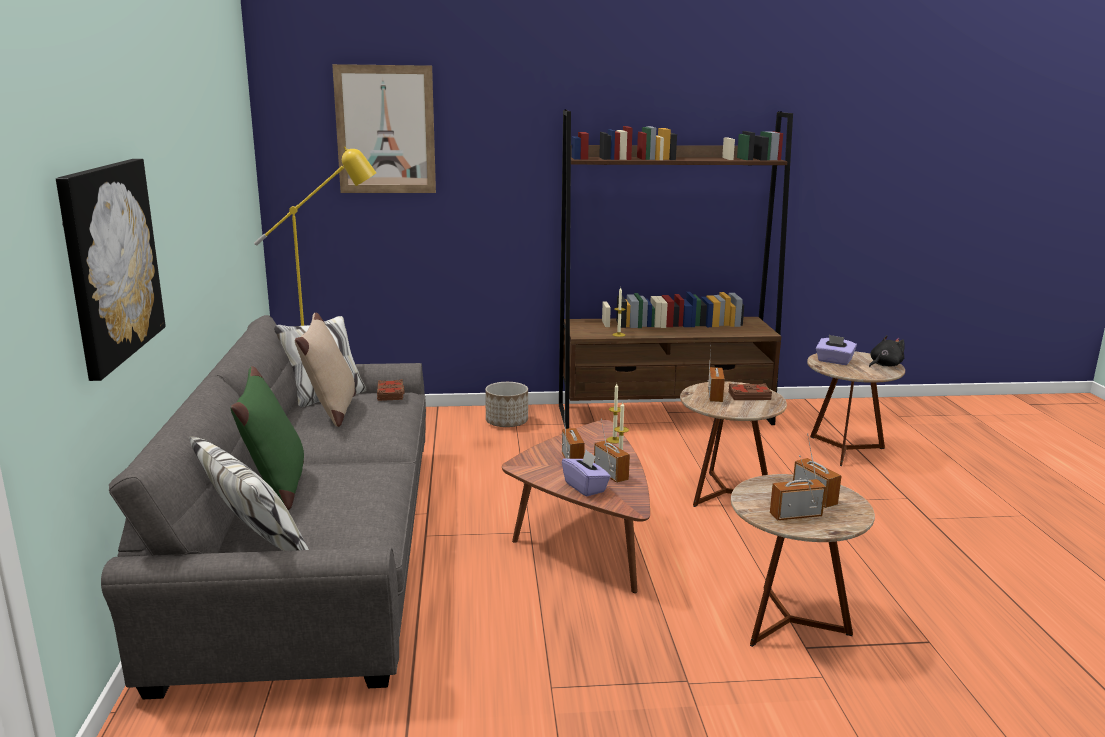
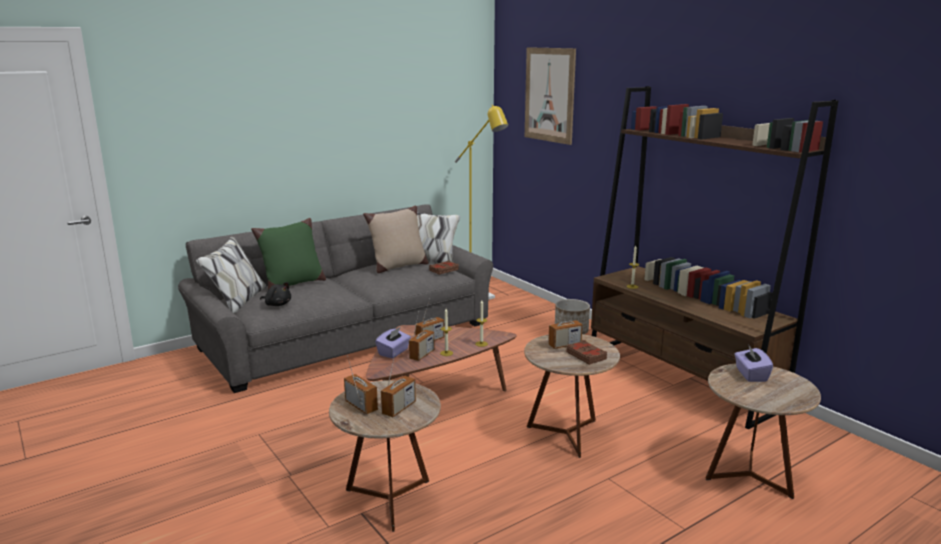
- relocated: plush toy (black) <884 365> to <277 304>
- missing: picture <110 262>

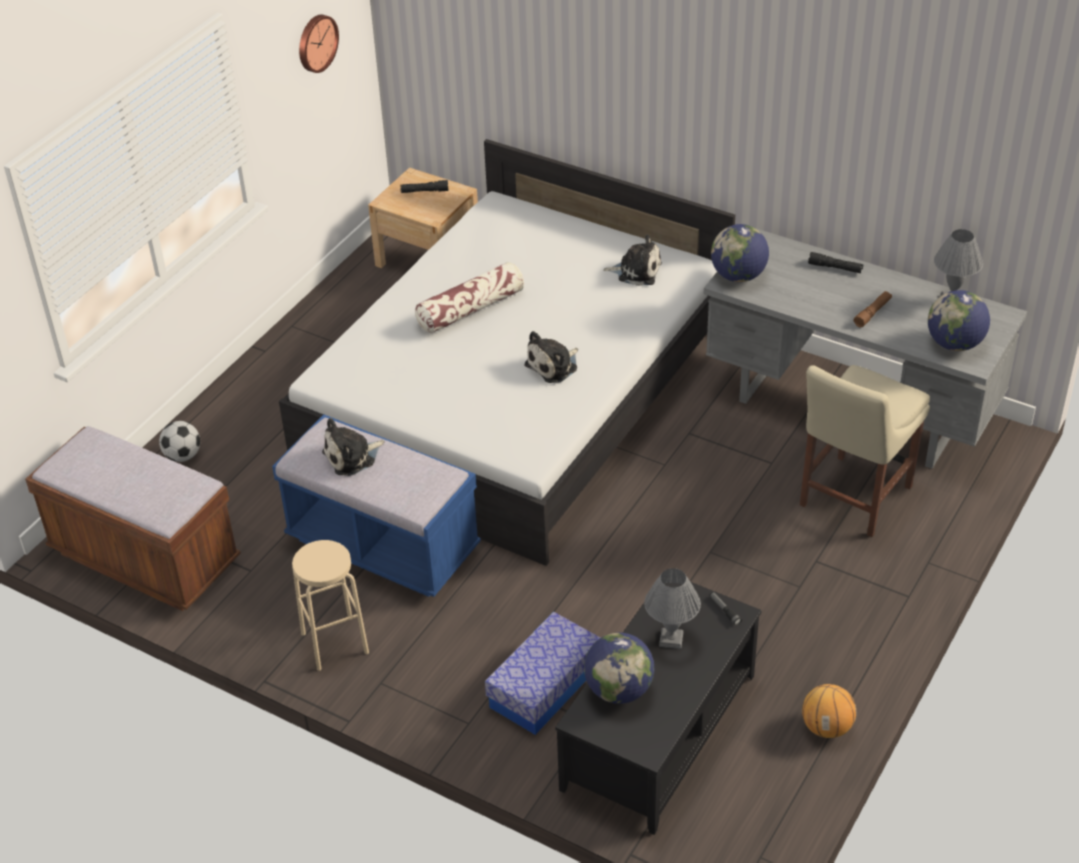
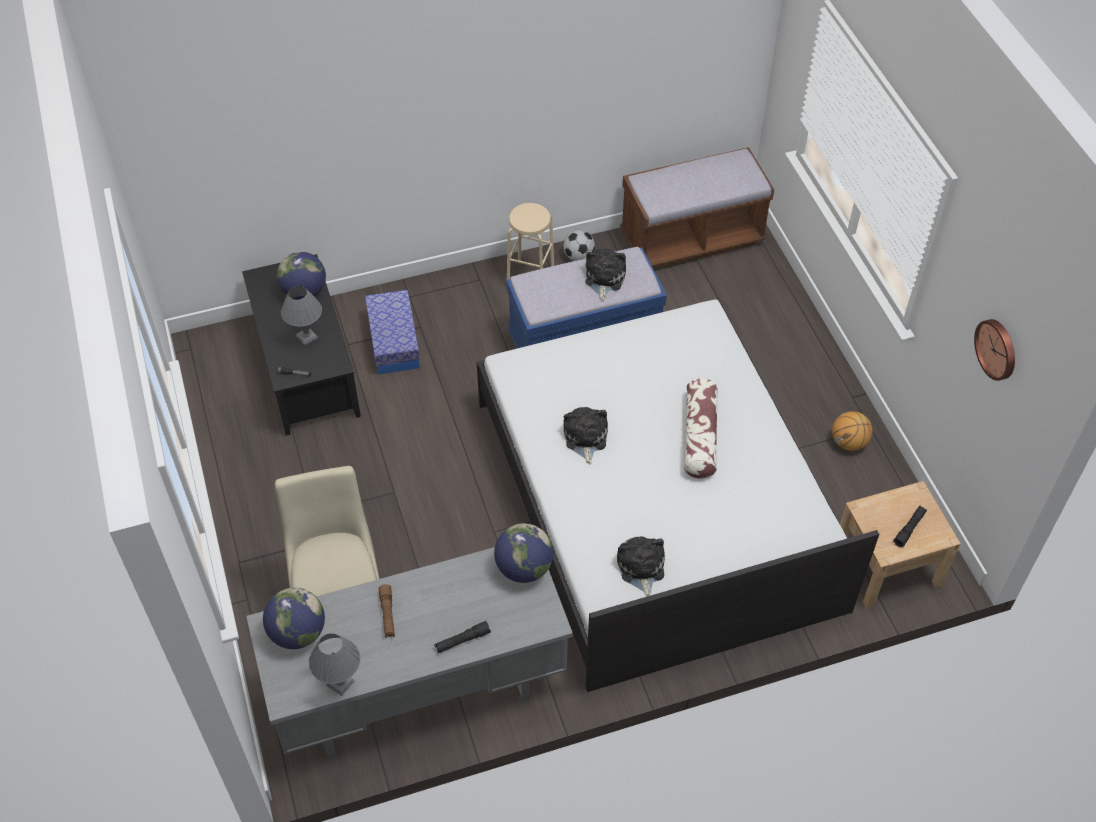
- relocated: football <183 456> to <579 257>
- spun: plush toy <636 271> = <641 568> 120 degrees clockwise
- relocated: basketball <826 727> to <849 442>

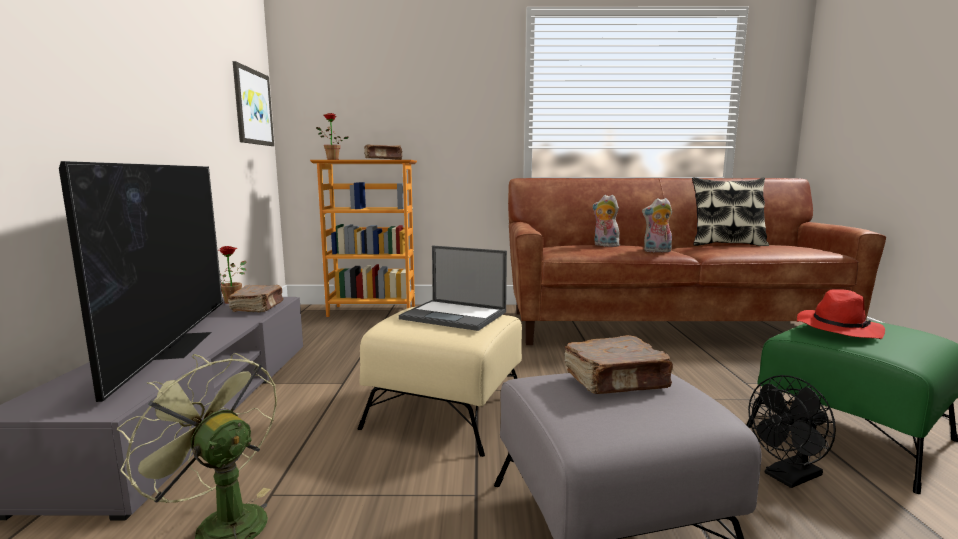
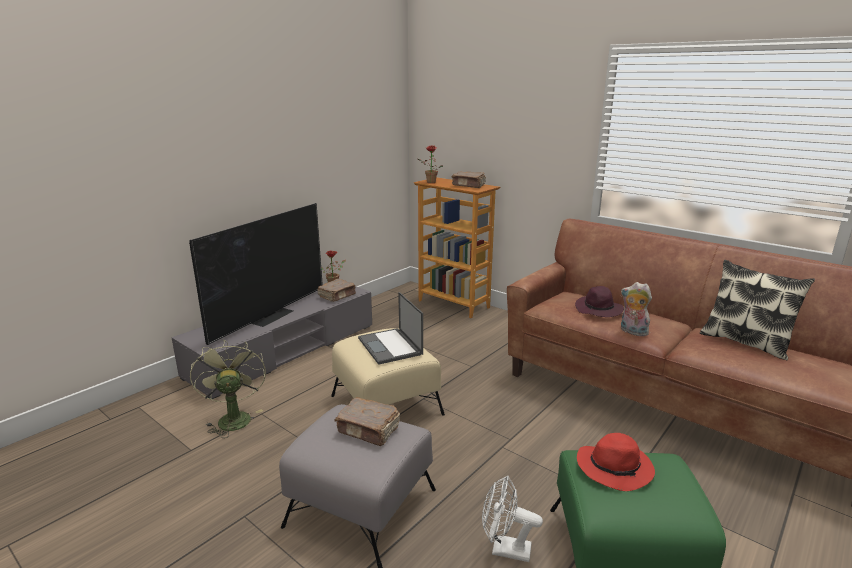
- colour: fan (black) <788 477> to fan (white) <504 549>
- exchanged: plush toy <604 245> to hat (purple) <599 310>
- missing: picture <252 107>

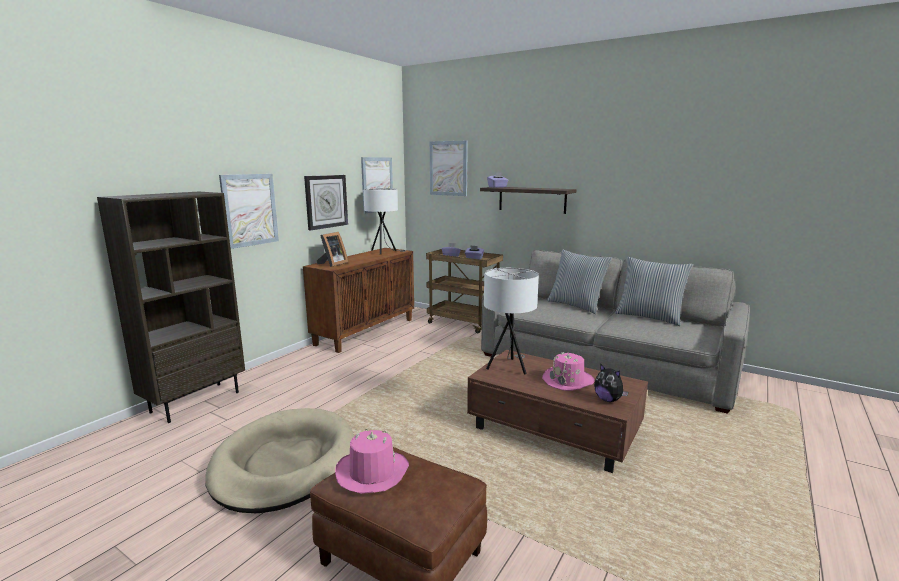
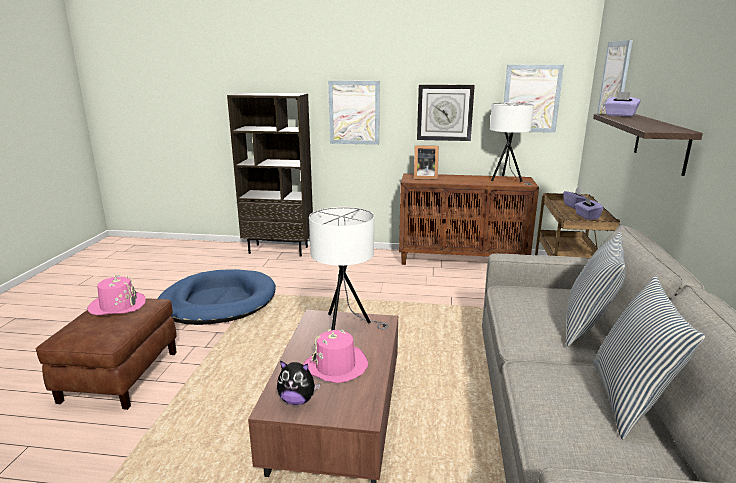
- colour: dog bed (beige) <284 463> to dog bed (blue) <218 302>
- spun: plush toy <608 400> = <297 400> 105 degrees counterclockwise

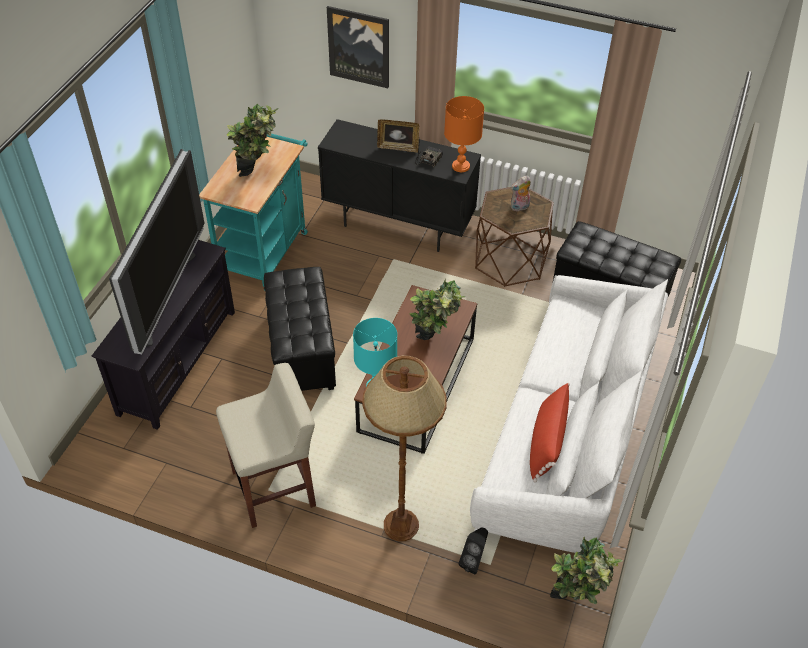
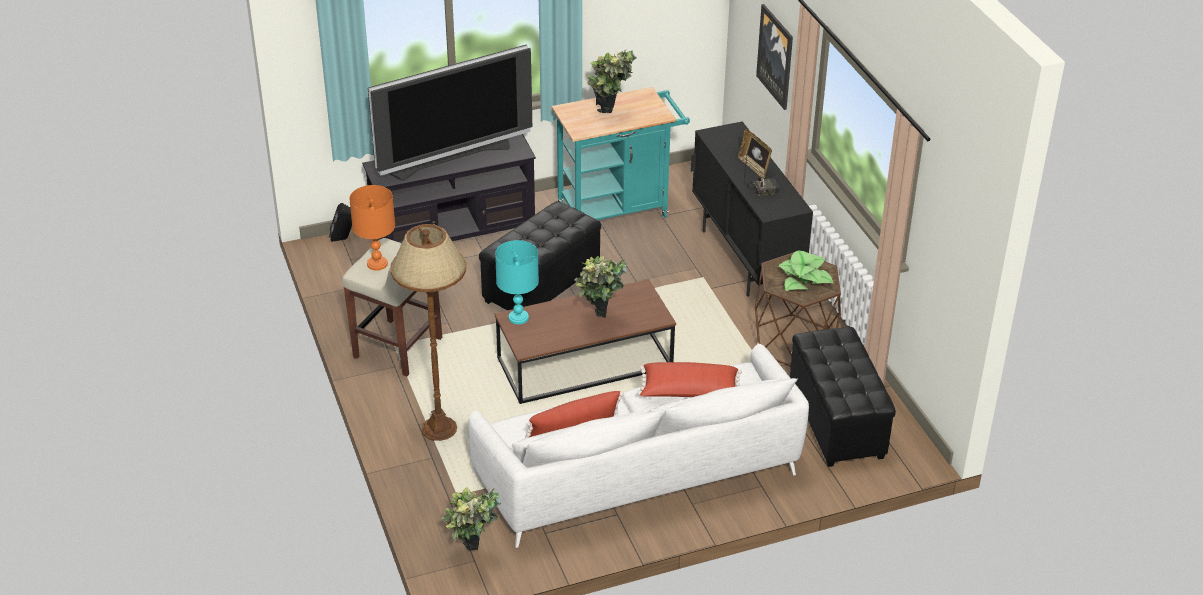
- relocated: speaker (black) <474 560> to <343 239>
- relocated: table lamp (orange) <460 166> to <377 264>
- appeared: pillow (red) <689 392>
- exchanged: plush toy <519 207> to potted plant <804 278>

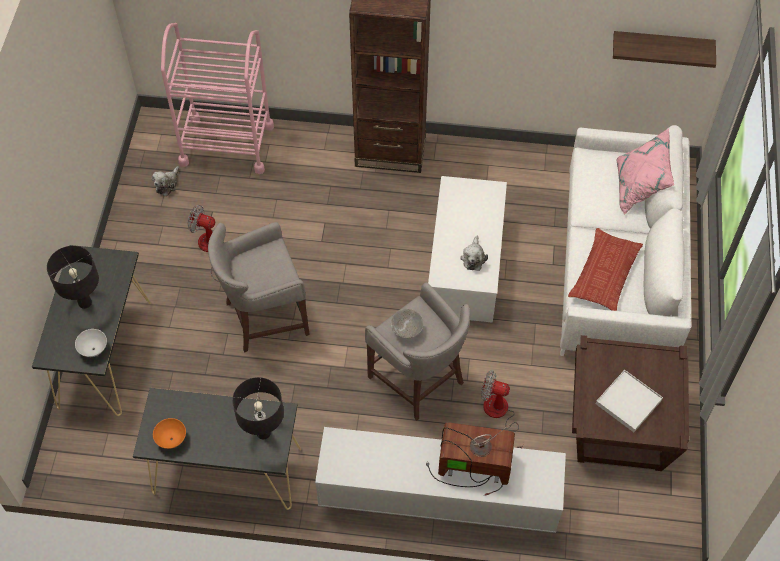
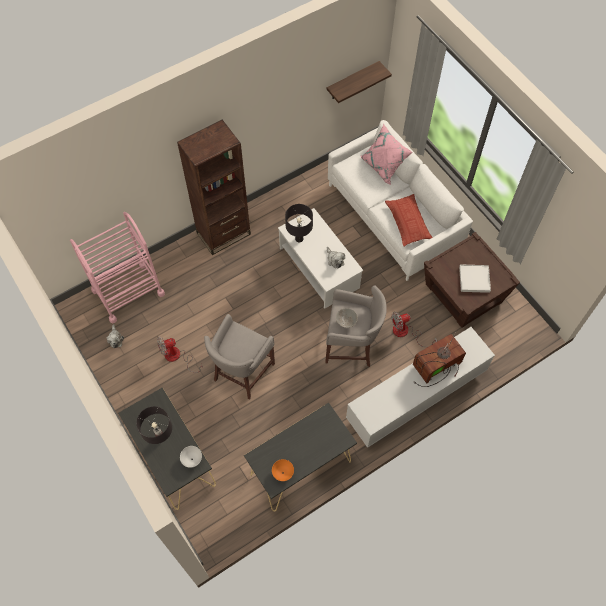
- relocated: table lamp (black) <263 433> to <299 239>

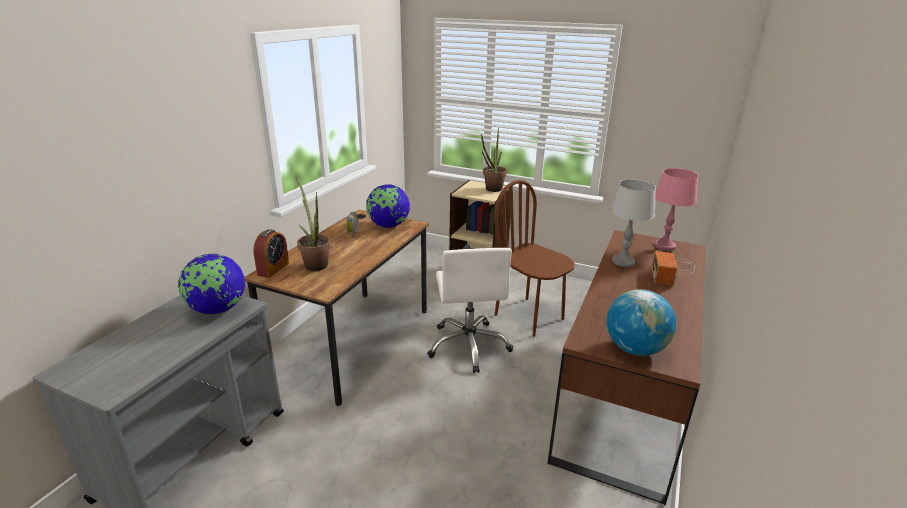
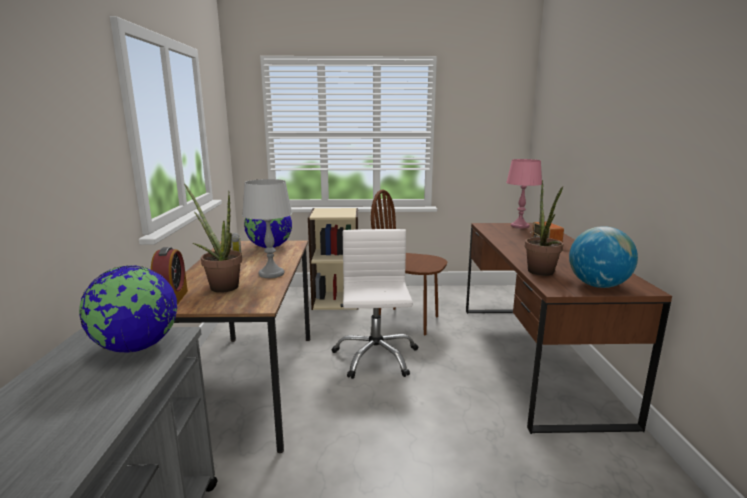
- relocated: table lamp (grey) <623 262> to <271 274>
- spun: office chair (white) <469 345> = <375 357> 150 degrees counterclockwise
- relocated: potted plant <491 190> to <541 273>

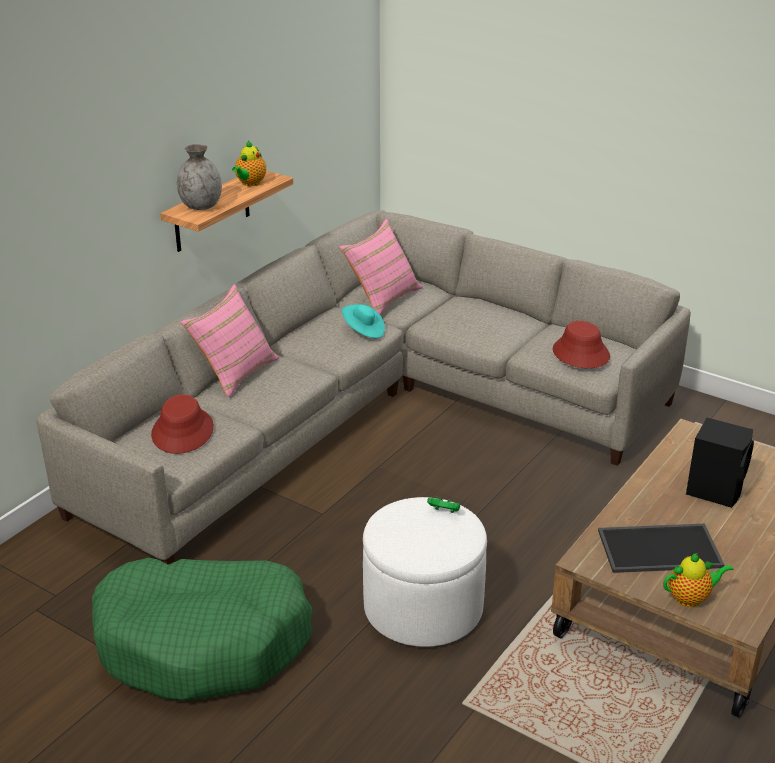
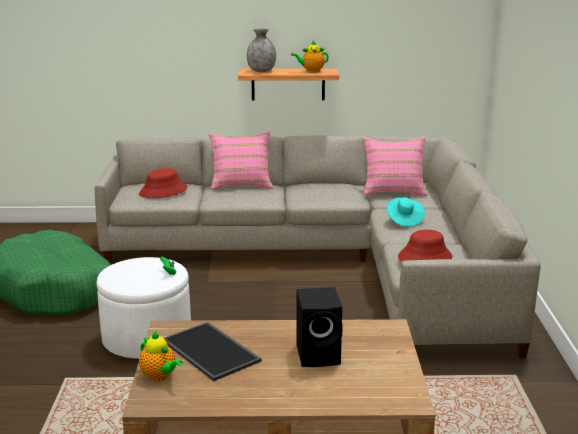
- relocated: hat (turquoise) <363 331> to <404 220>

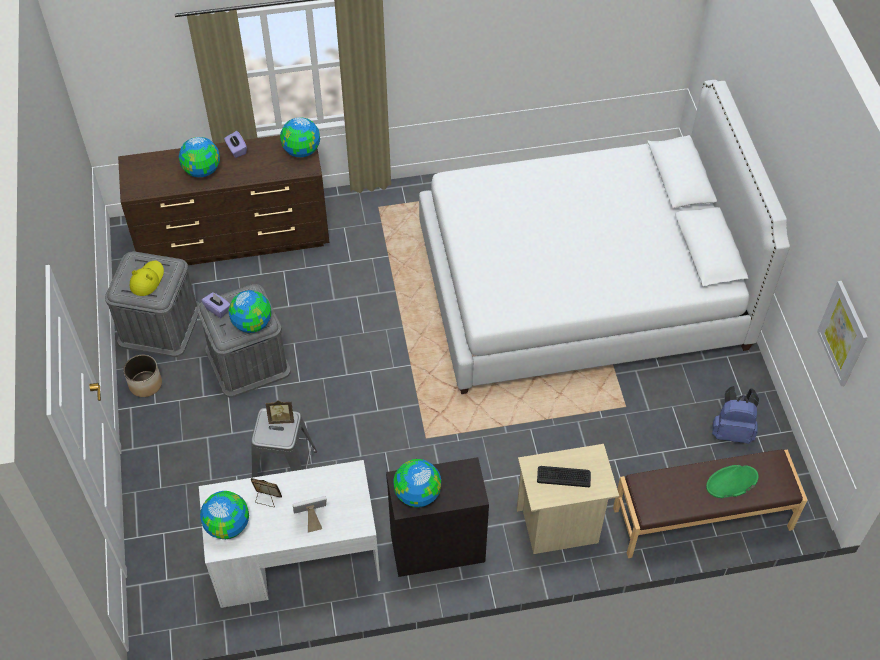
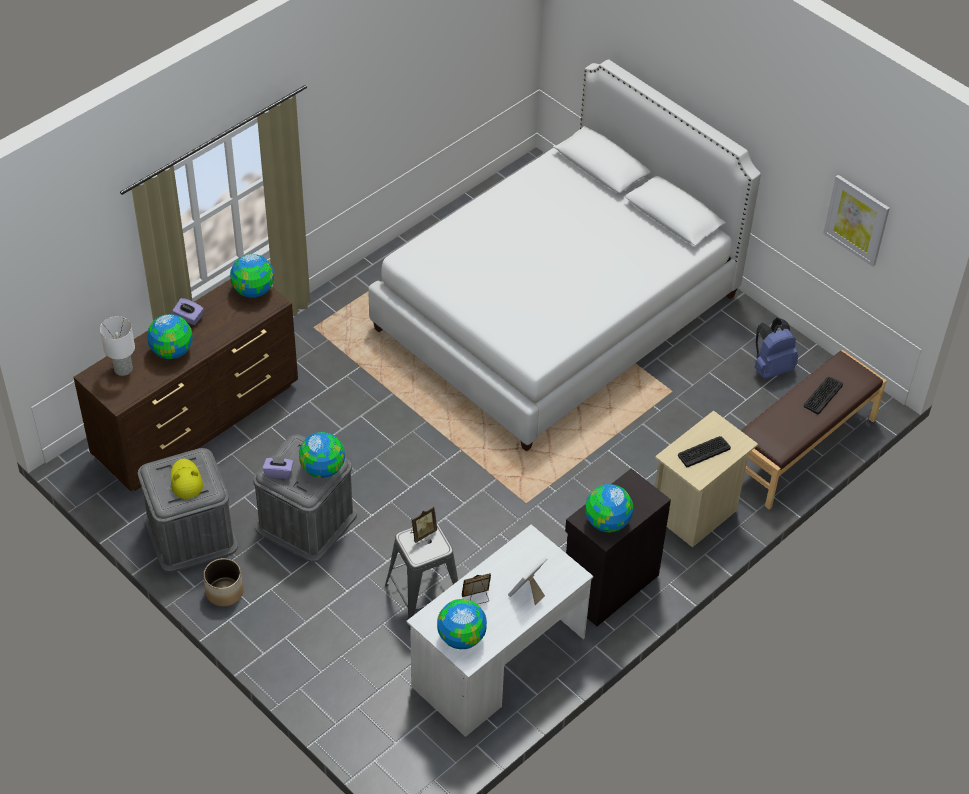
- appeared: table lamp (white) <123 369>
- exchanged: hat (green) <731 482> to keyboard <822 395>

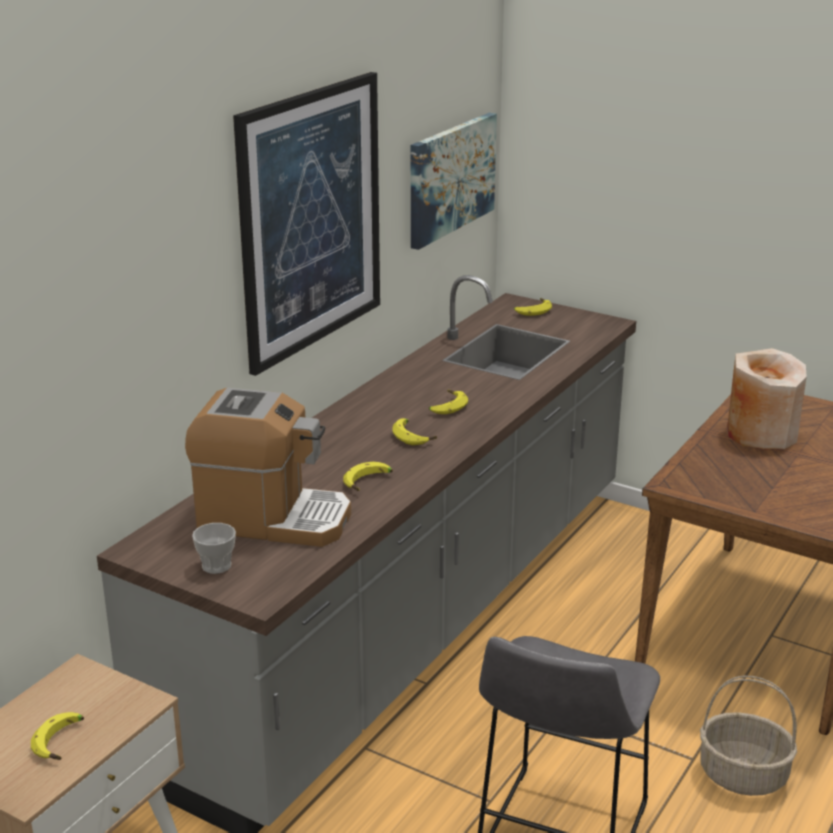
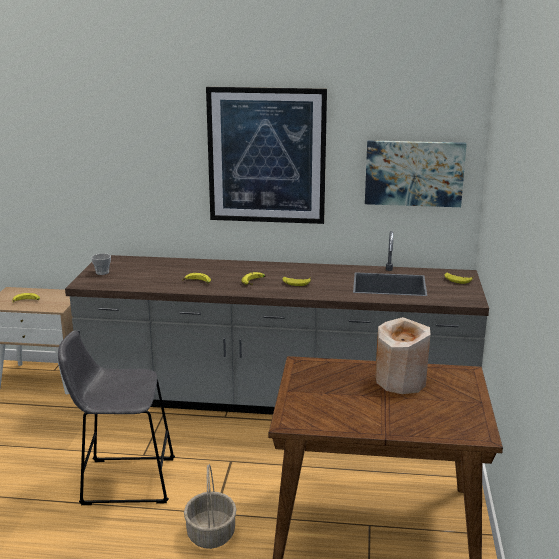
- missing: coffee machine <272 519>

